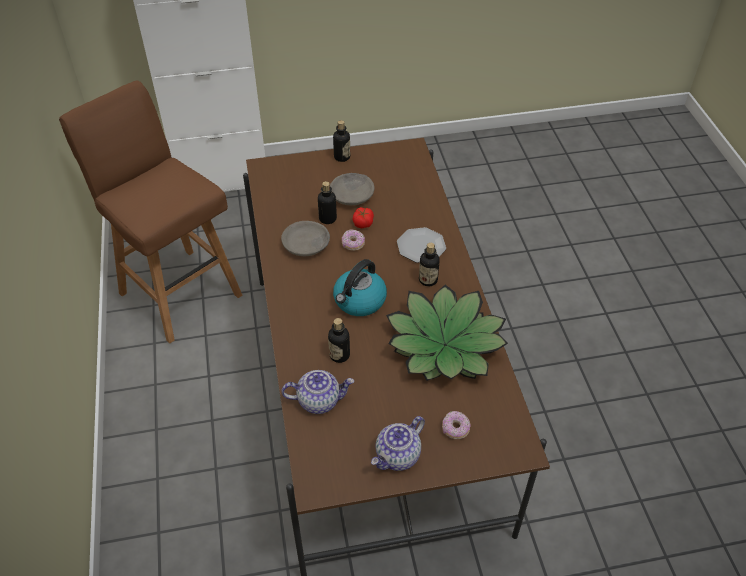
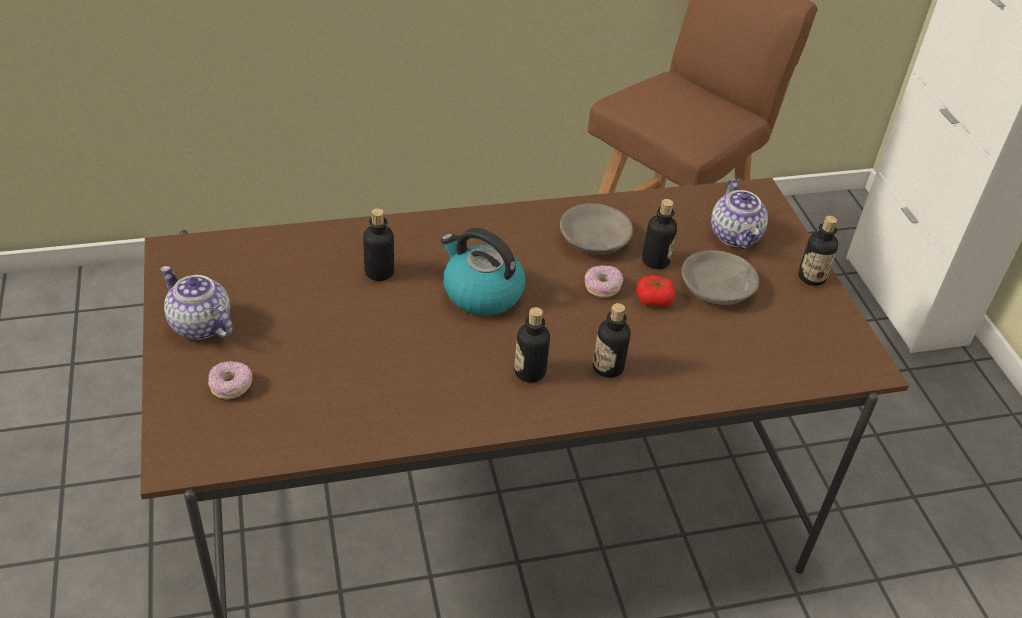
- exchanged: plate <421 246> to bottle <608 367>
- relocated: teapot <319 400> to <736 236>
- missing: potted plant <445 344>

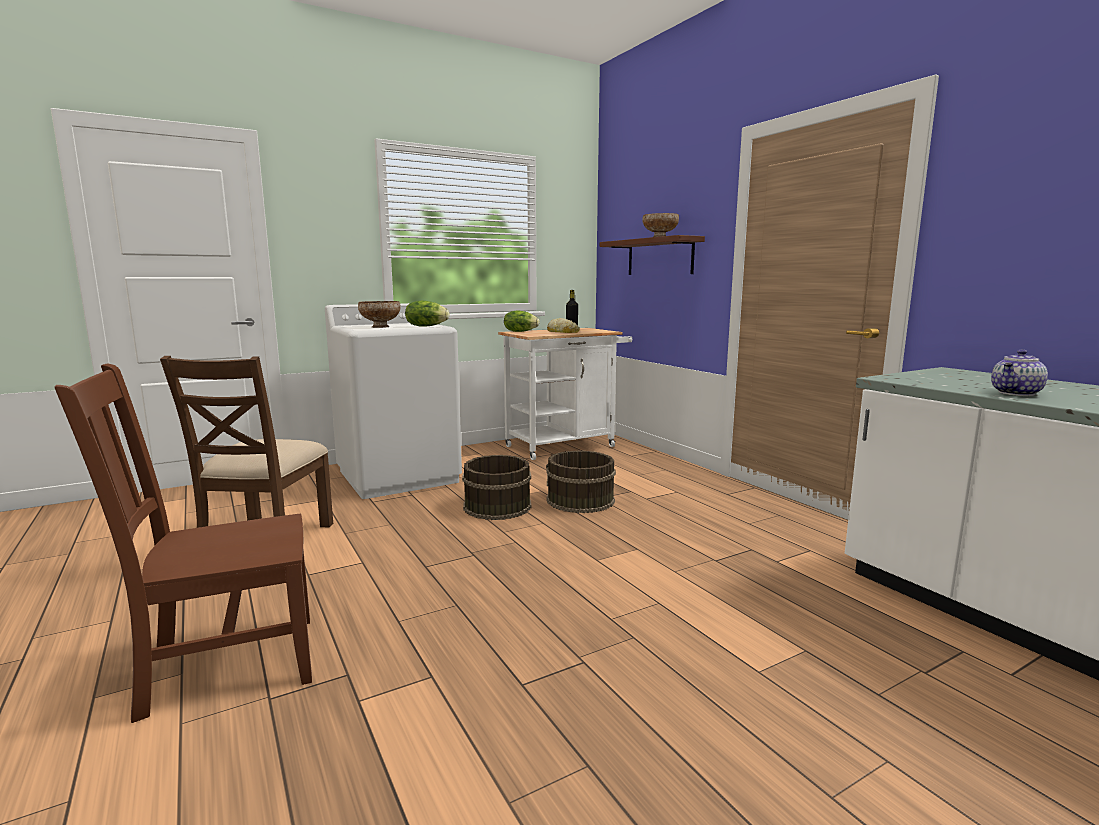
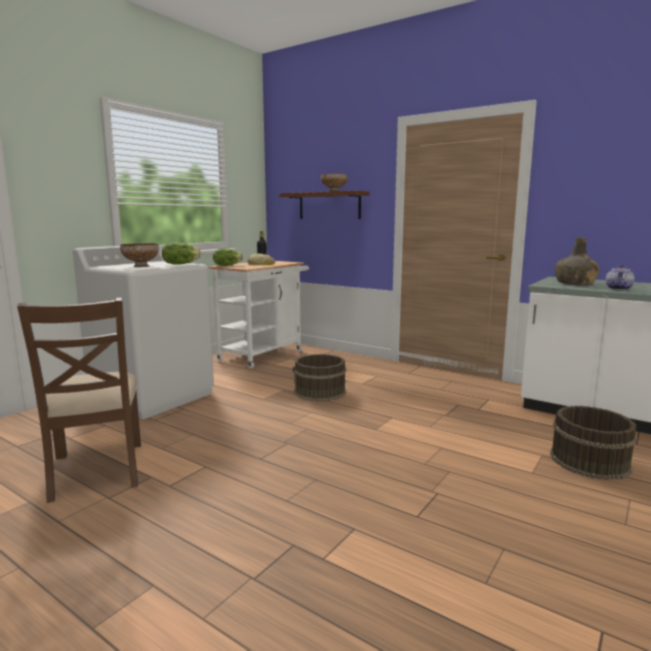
- relocated: bucket (brown) <496 506> to <589 461>
- appeared: bottle (green) <575 283>
- missing: chair (brown) <224 665>

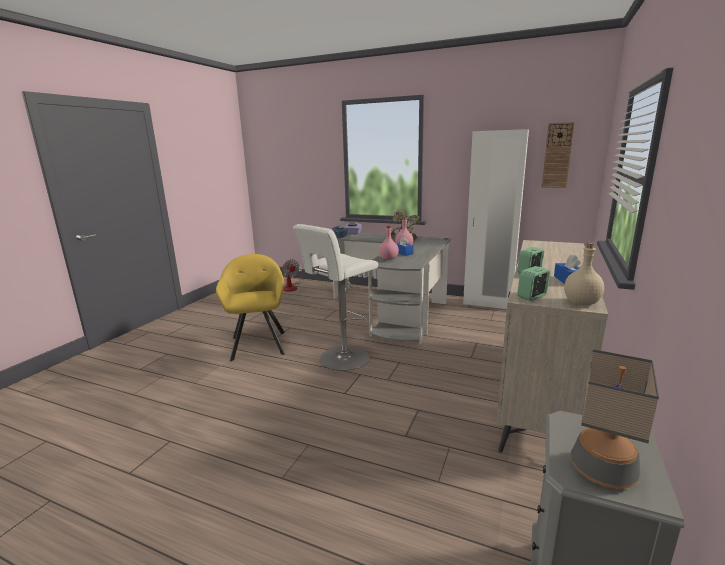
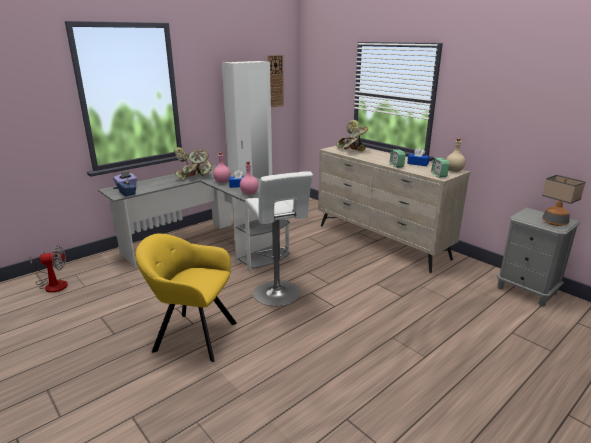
- appeared: potted plant <351 150>

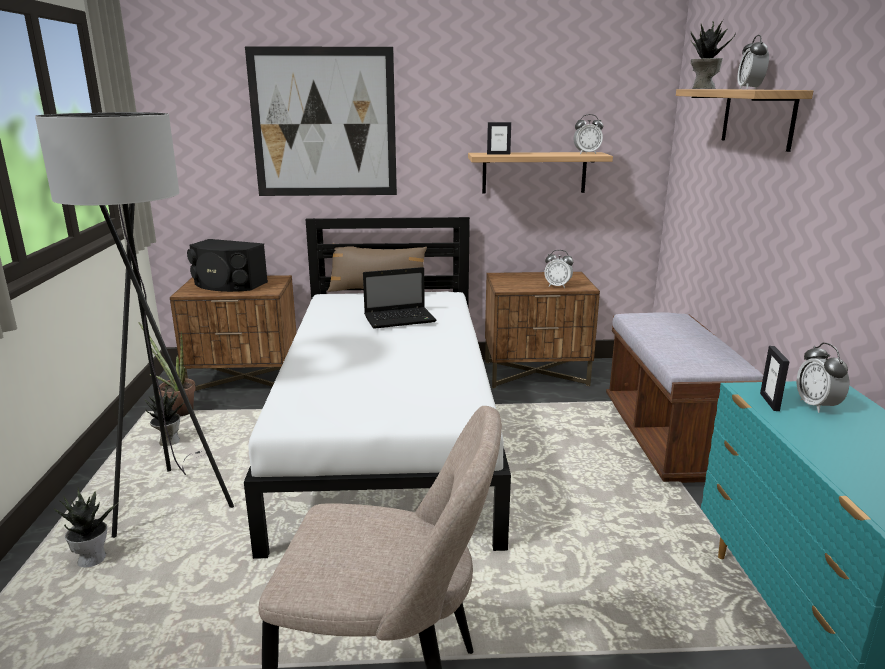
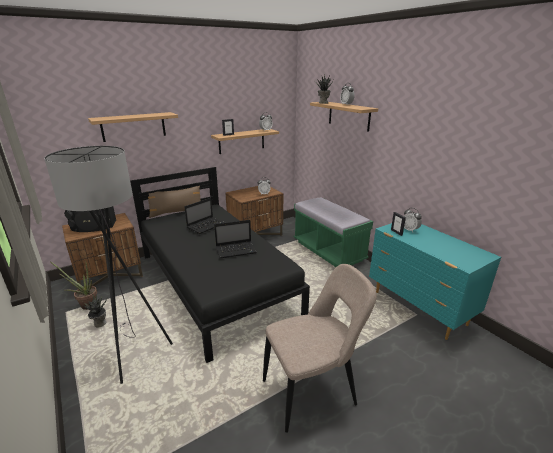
- exchanged: picture <324 123> to shelf <133 126>
- colour: bed (white) <389 435> to bed (black) <215 283>
- appeared: laptop <236 250>
- colour: bench (brown) <670 440> to bench (green) <328 251>
- missing: potted plant <93 559>

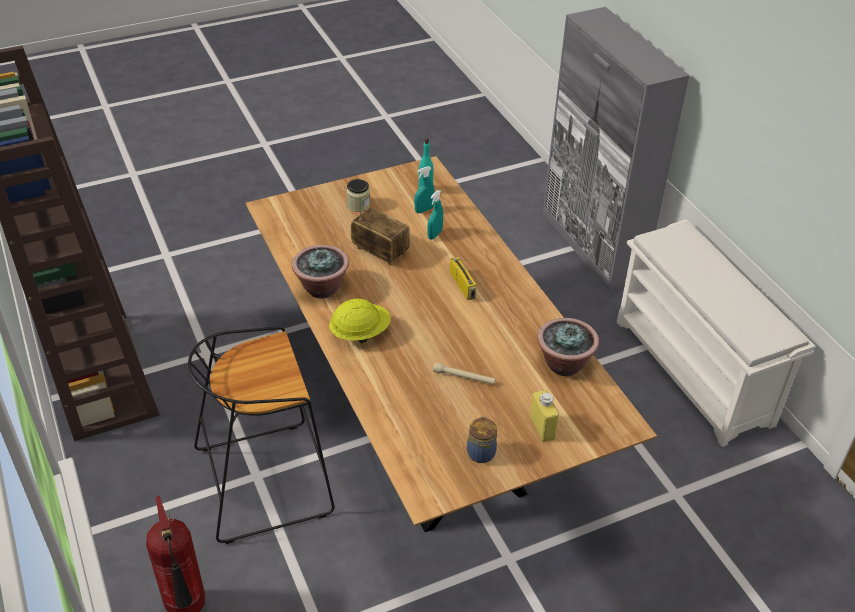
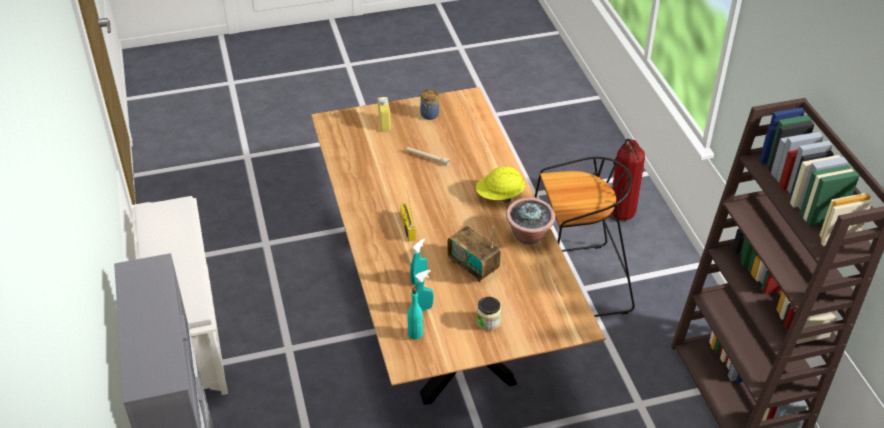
- missing: potted plant <563 364>

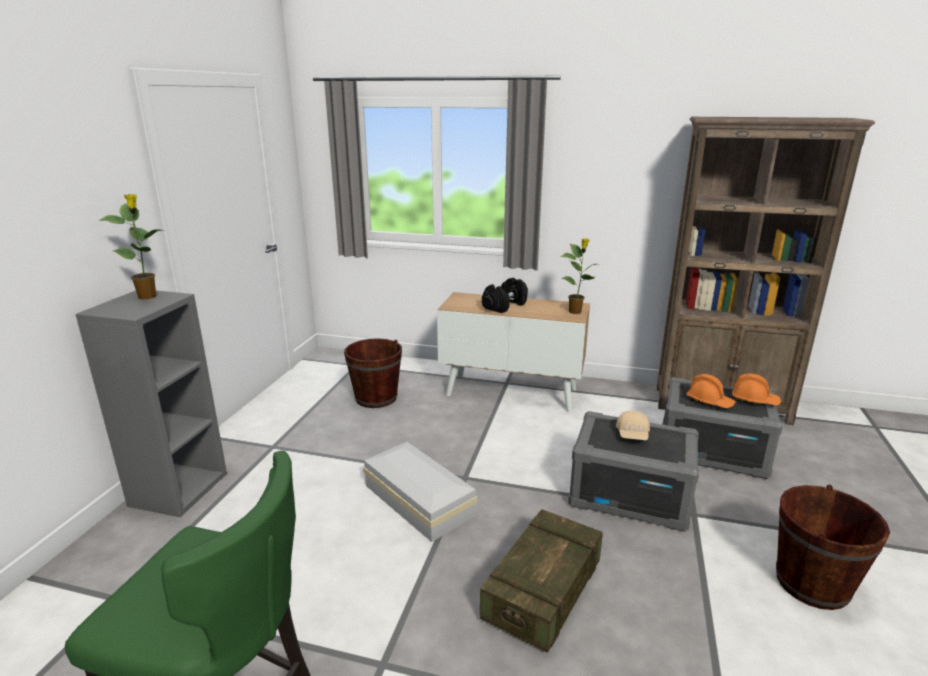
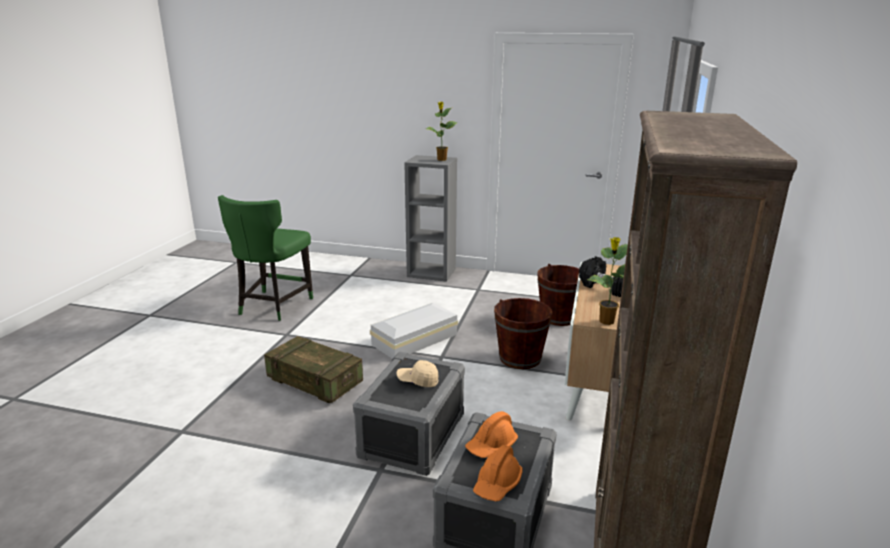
- relocated: bucket (brown) <812 583> to <520 358>

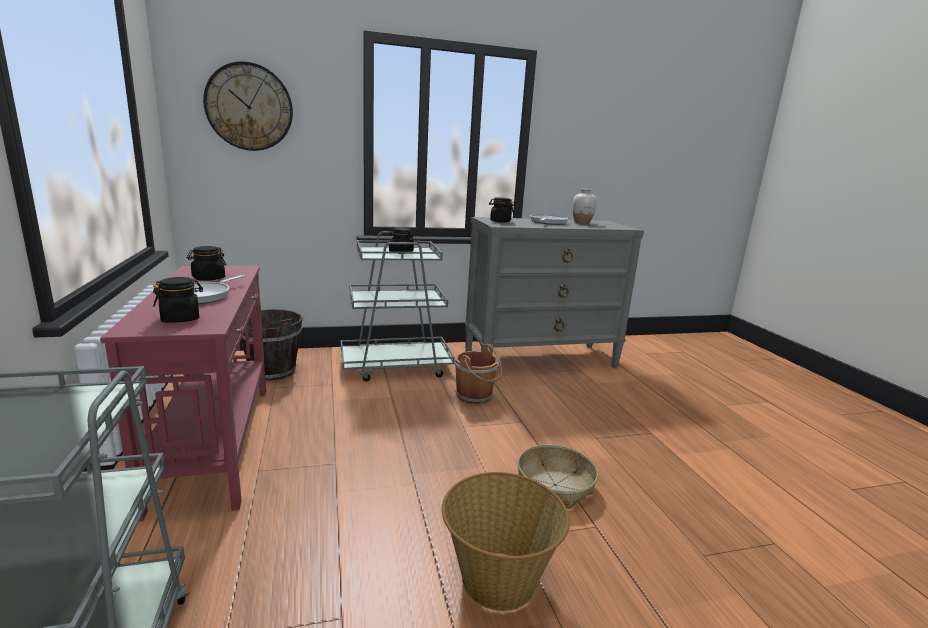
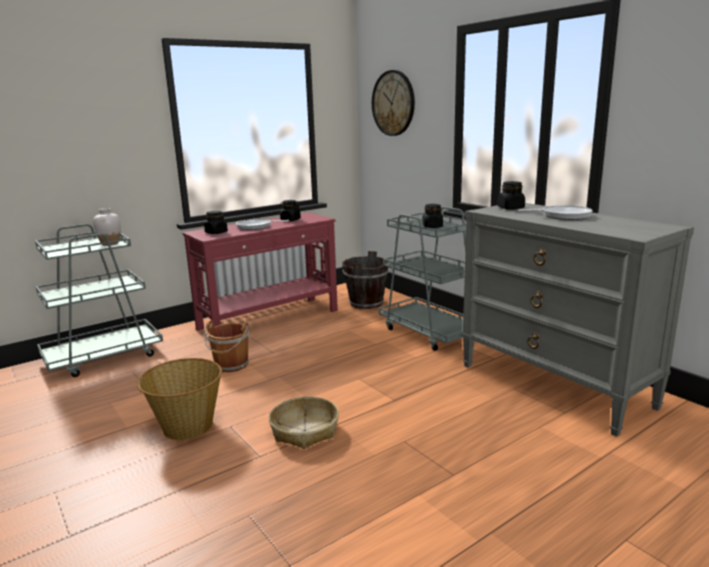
- relocated: vase (white) <582 223> to <110 244>
- relocated: bucket (brown) <476 396> to <231 365>

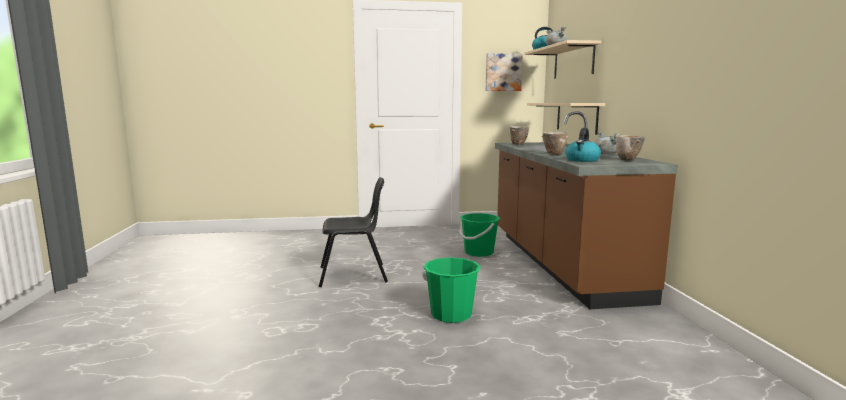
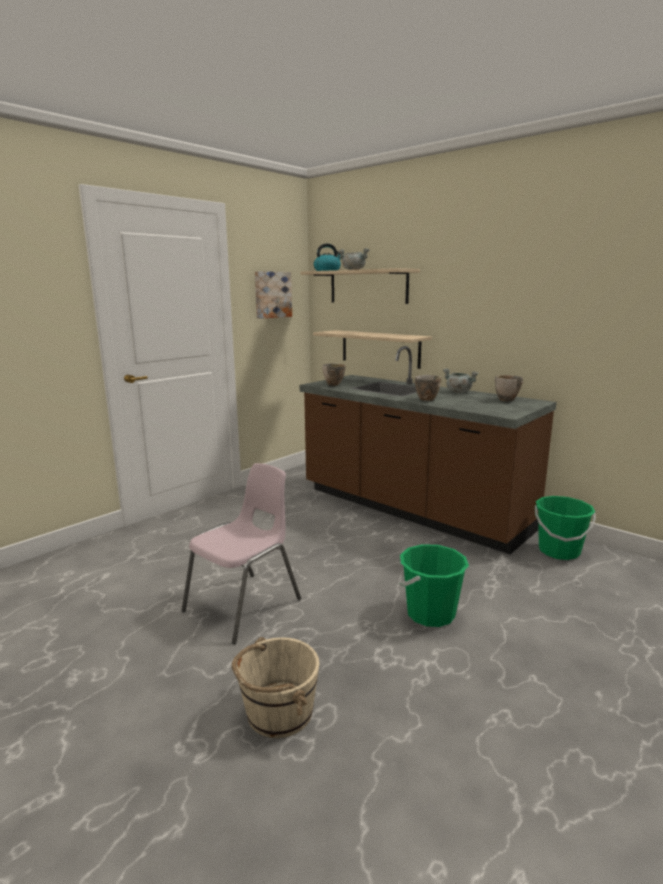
- colour: chair (black) <354 275> to chair (pink) <245 605>
- appeared: bucket (beige) <278 712>
- relocated: bucket (green) <478 252> to <559 551>
- missing: kettle <582 160>

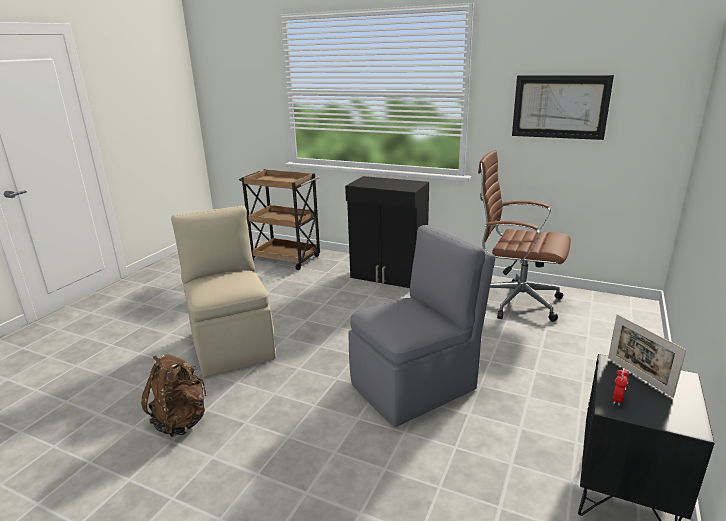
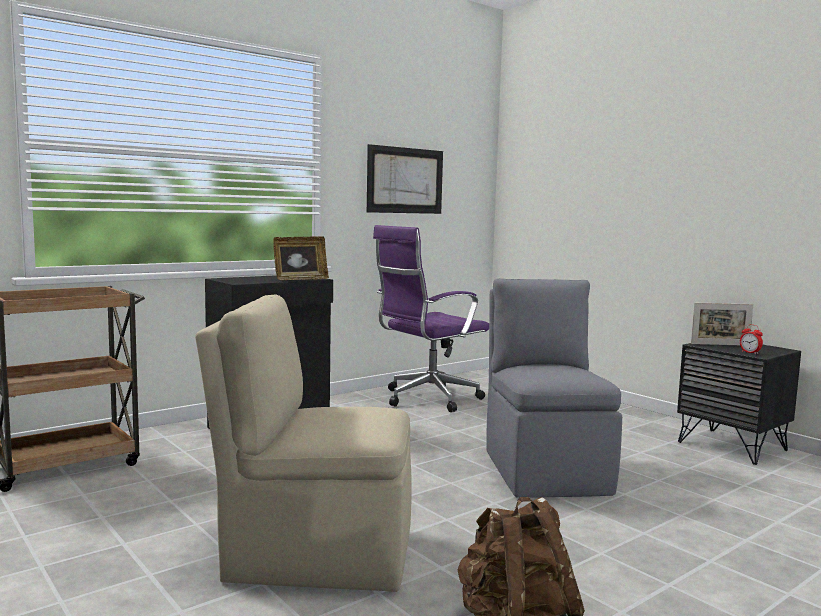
- appeared: picture frame <300 279>
- colour: office chair (brown) <515 302> to office chair (purple) <427 399>

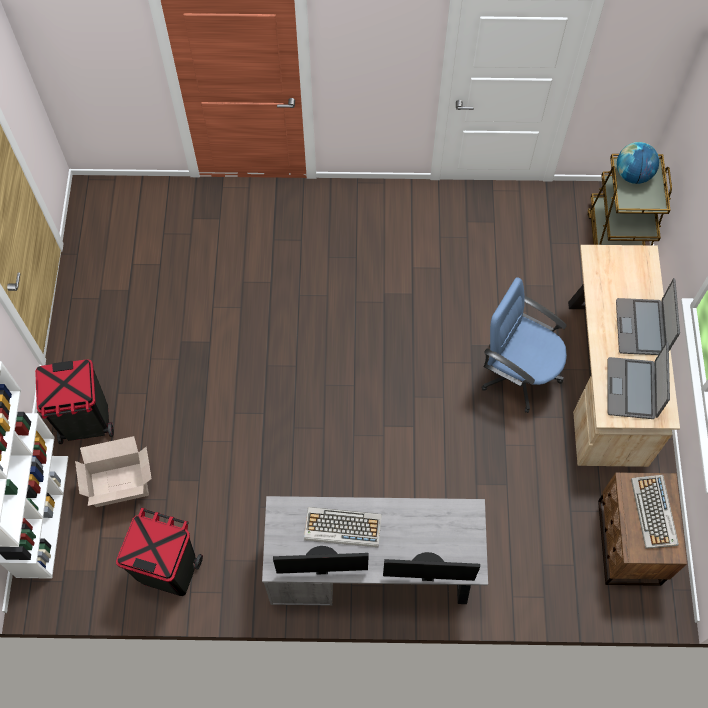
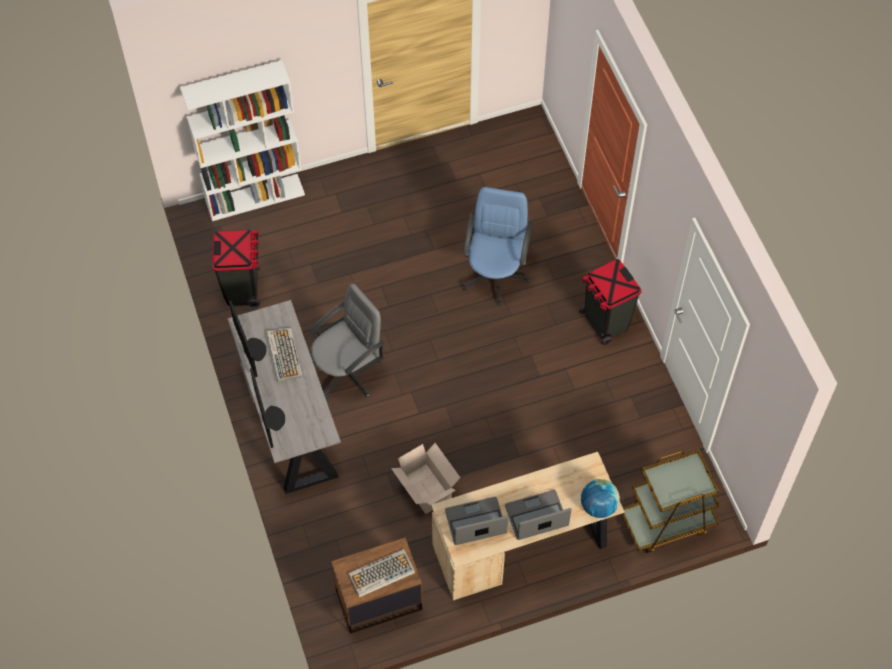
- appeared: office chair (grey) <348 371>
- relocated: cardboard box <122 484> to <426 490>
- relocated: office chair (blue) <518 372> to <495 275>
- relocated: trash can (black) <86 422> to <605 323>
- relocated: globe <633 174> to <598 506>

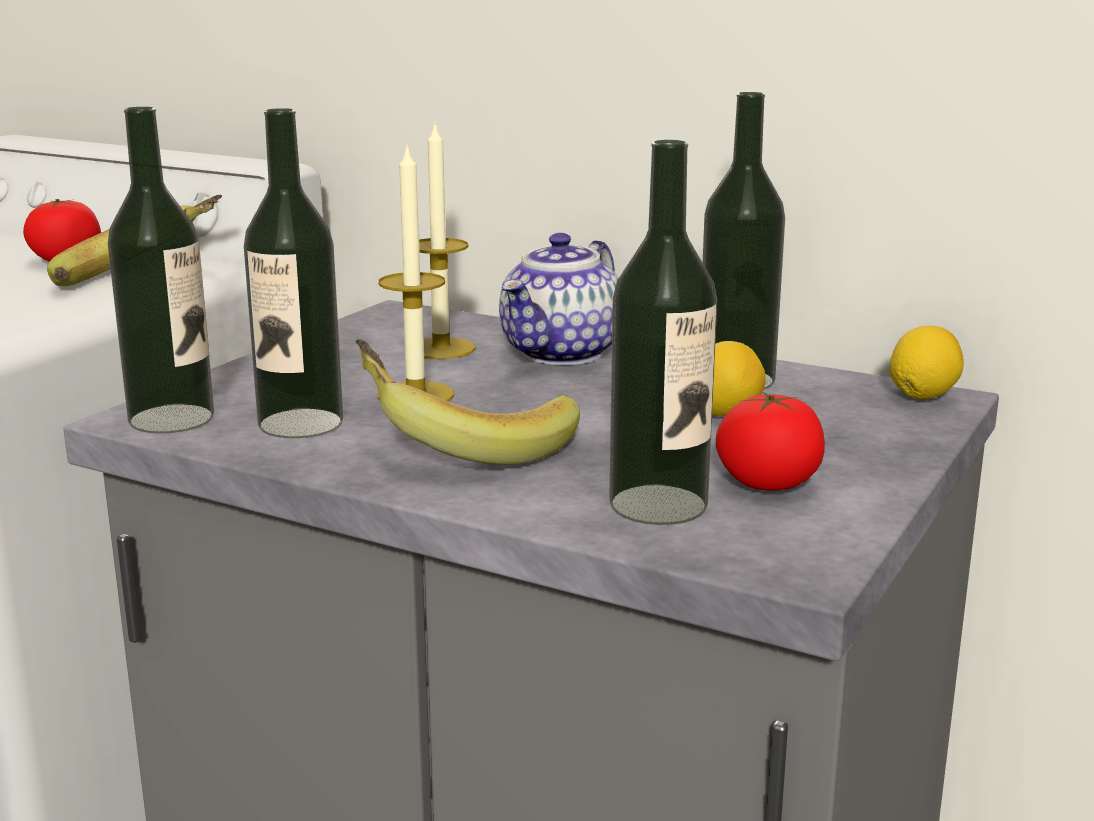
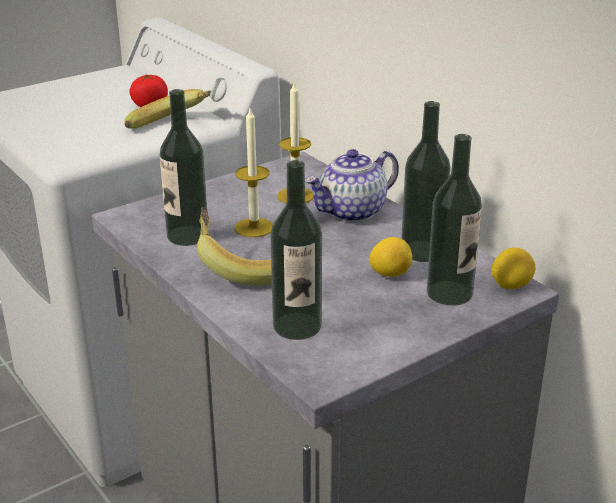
- relocated: bottle <171 419> to <449 293>
- missing: tomato <768 482>

